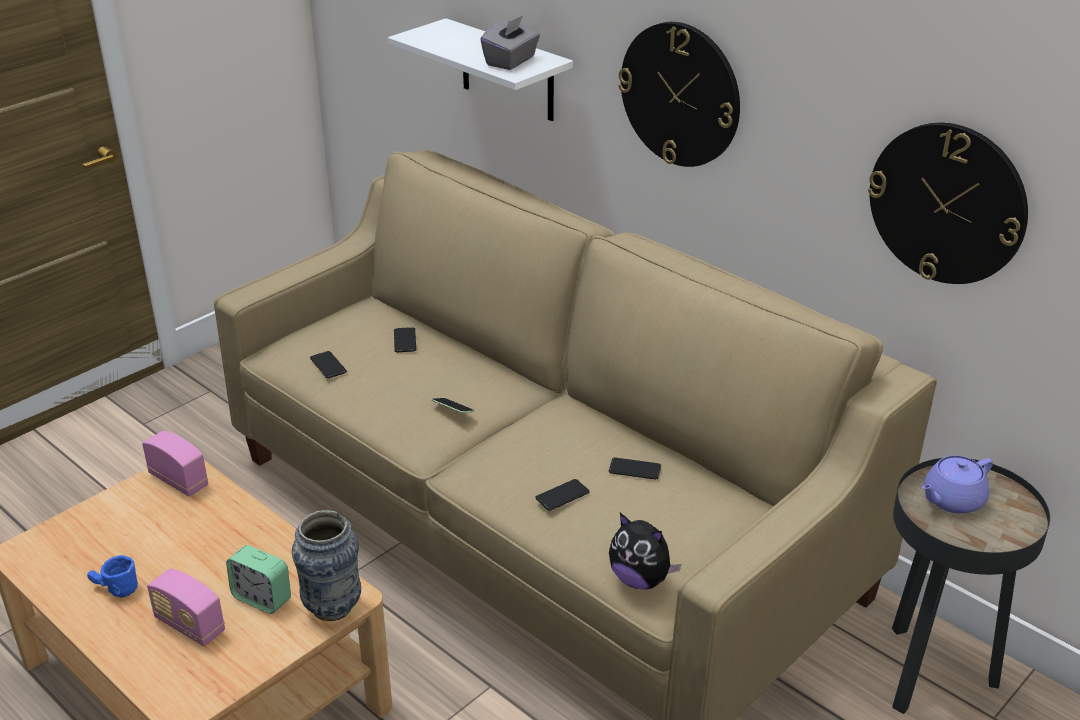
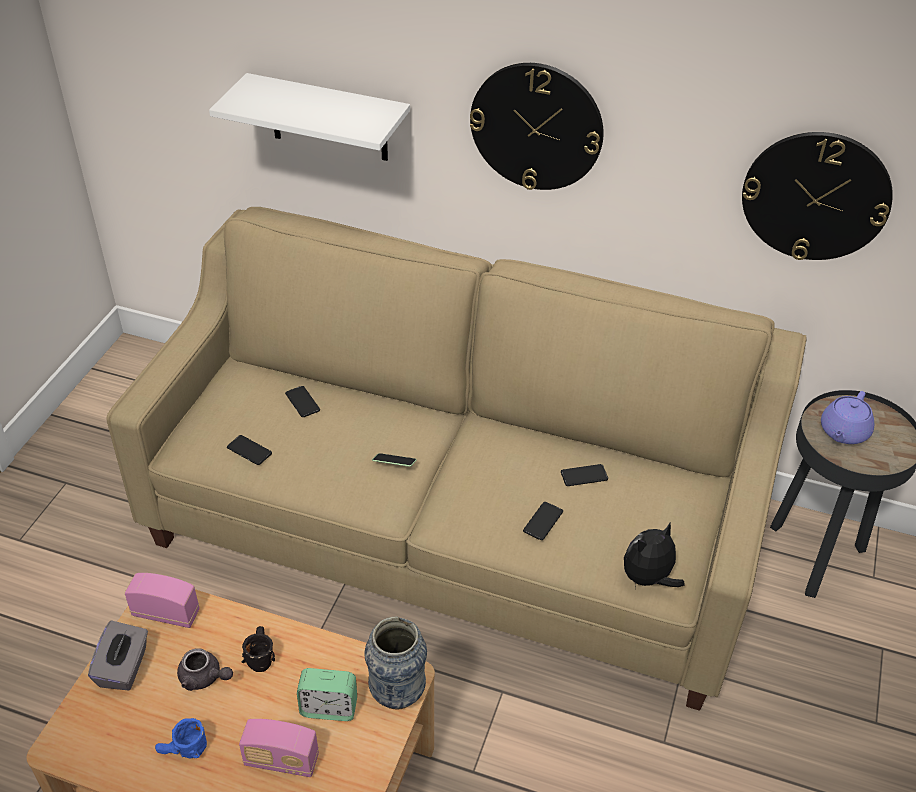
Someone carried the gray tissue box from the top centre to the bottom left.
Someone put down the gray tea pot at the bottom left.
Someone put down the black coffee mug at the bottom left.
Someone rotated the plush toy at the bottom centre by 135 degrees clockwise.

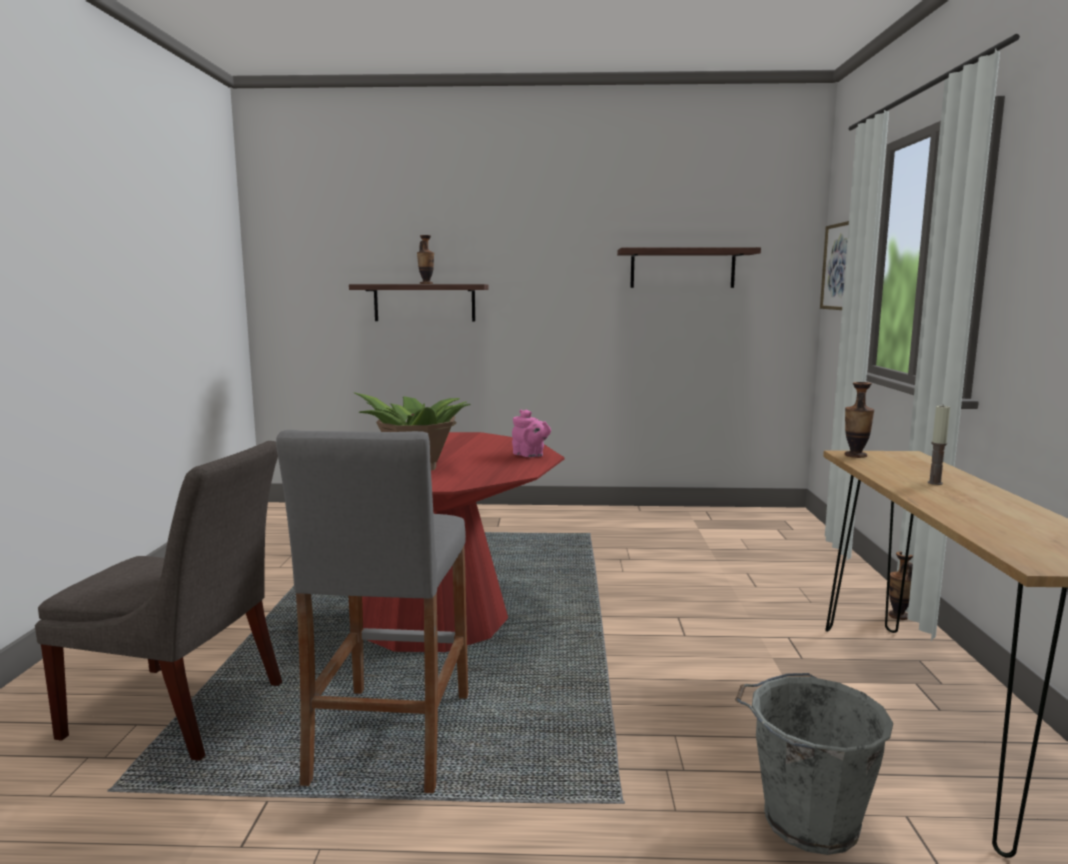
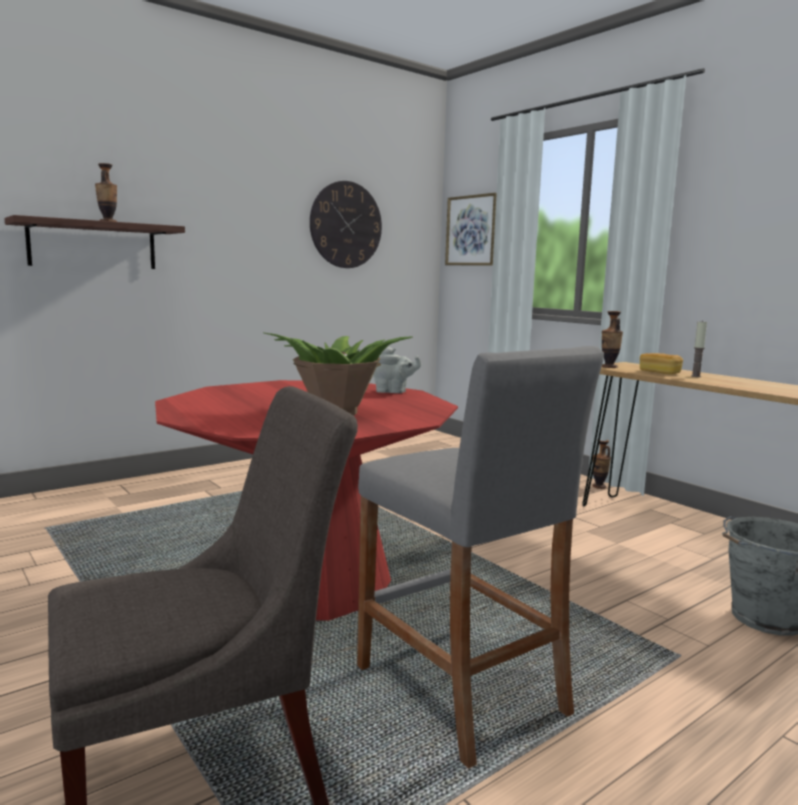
Someone swapped the wall shelf (no. 2 from left) at the top centre for the wall clock at the top centre.
Someone repainted the pink-coloured tea pot at the centre, which became the gray tea pot at the centre.
Someone put down the baked bread at the middle right.

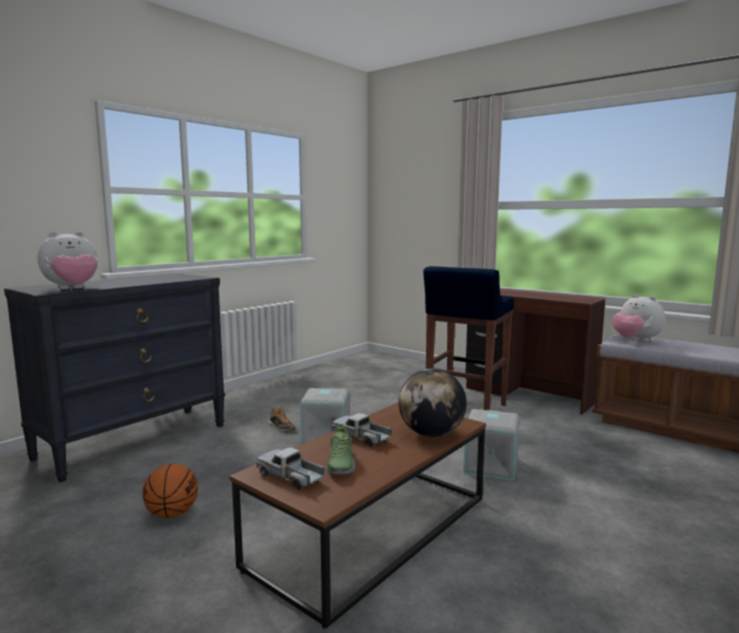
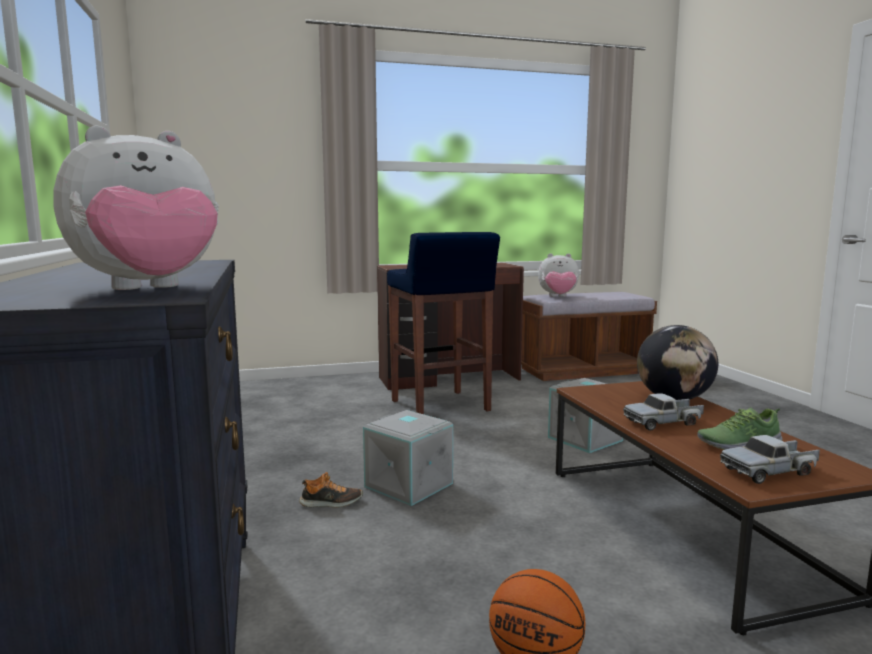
Someone rotated the plush toy (no. 1 from left) at the middle left by 60 degrees clockwise.
Someone rotated the item of footwear (no. 2 from left) at the bottom centre by 135 degrees clockwise.

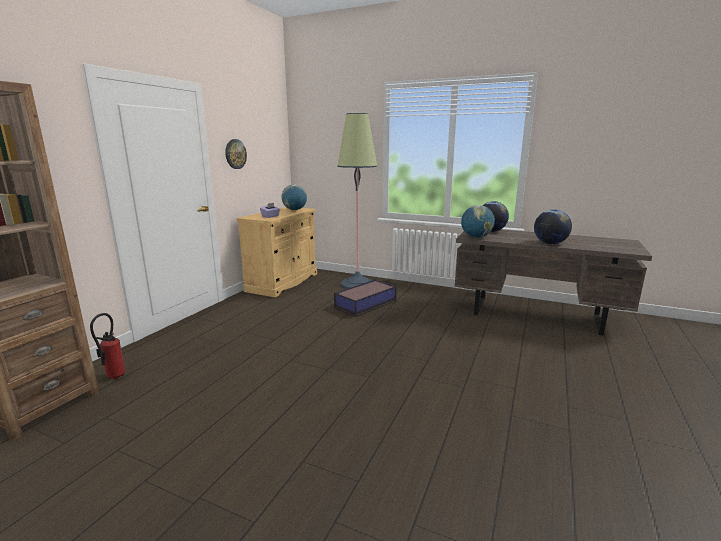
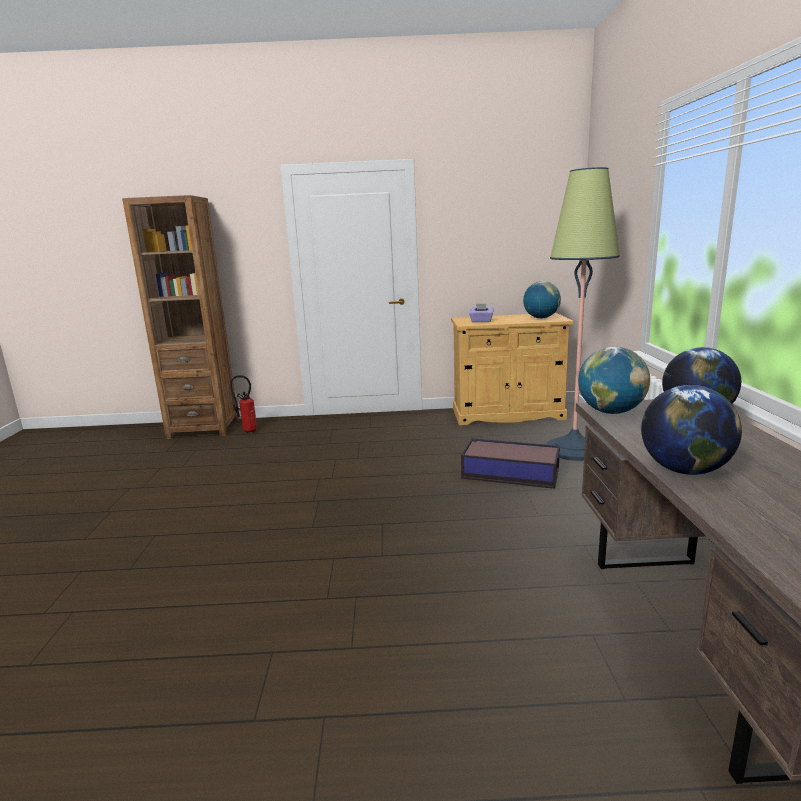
Someone took away the wall clock at the top left.

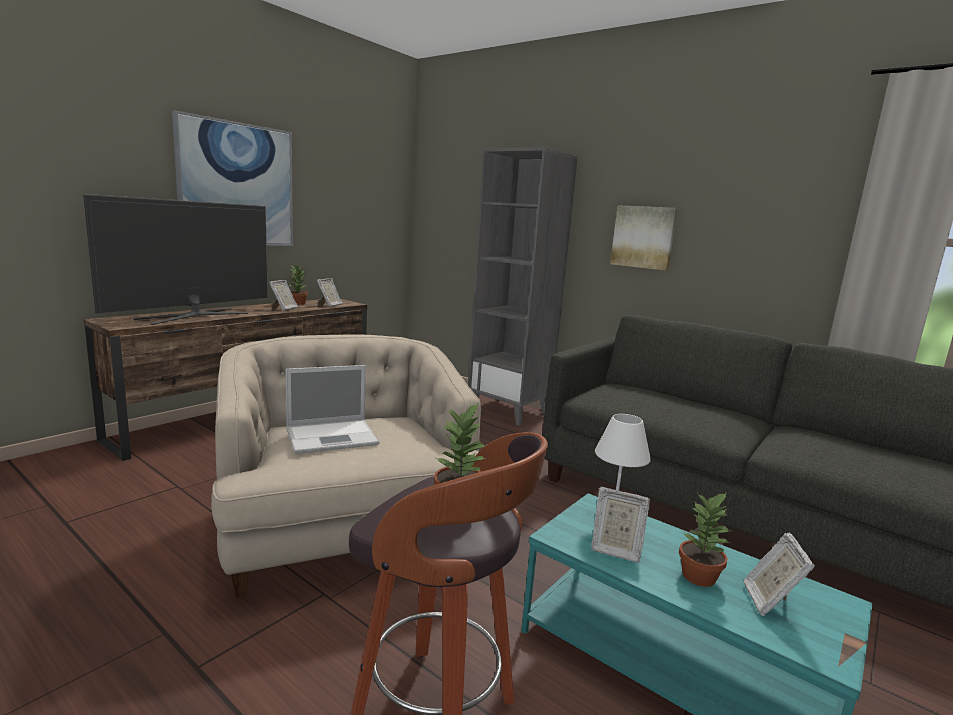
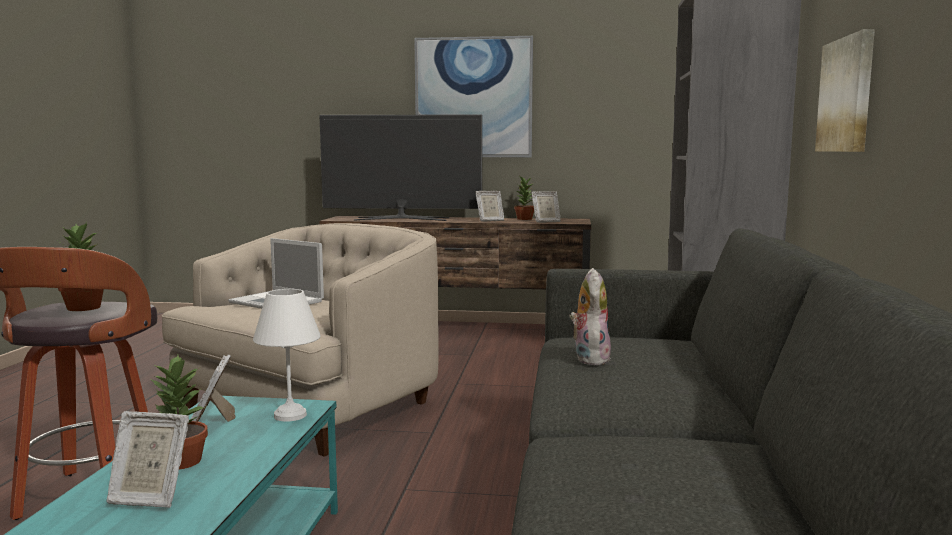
Someone rotated the standing frame (no. 4 from left in the first image) at the bottom right by 150 degrees counterclockwise.
Someone put down the plush toy at the centre.

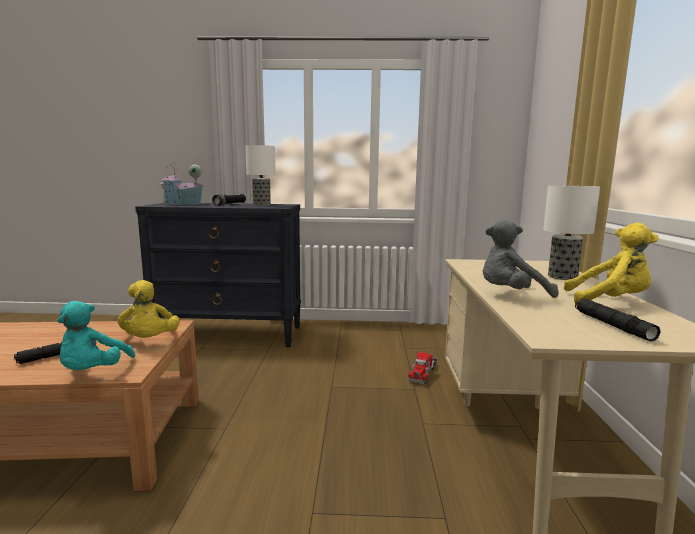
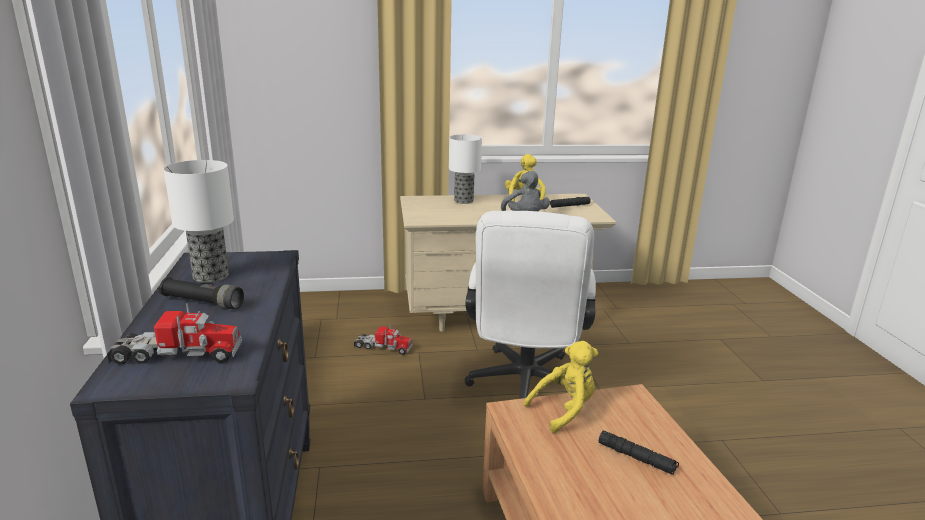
Someone swapped the miniature house at the middle left for the model truck (no. 1 from left) at the middle left.
Someone put down the whitish computer chair at the centre.
Someone took away the turquoise-coloured plush toy at the middle left.

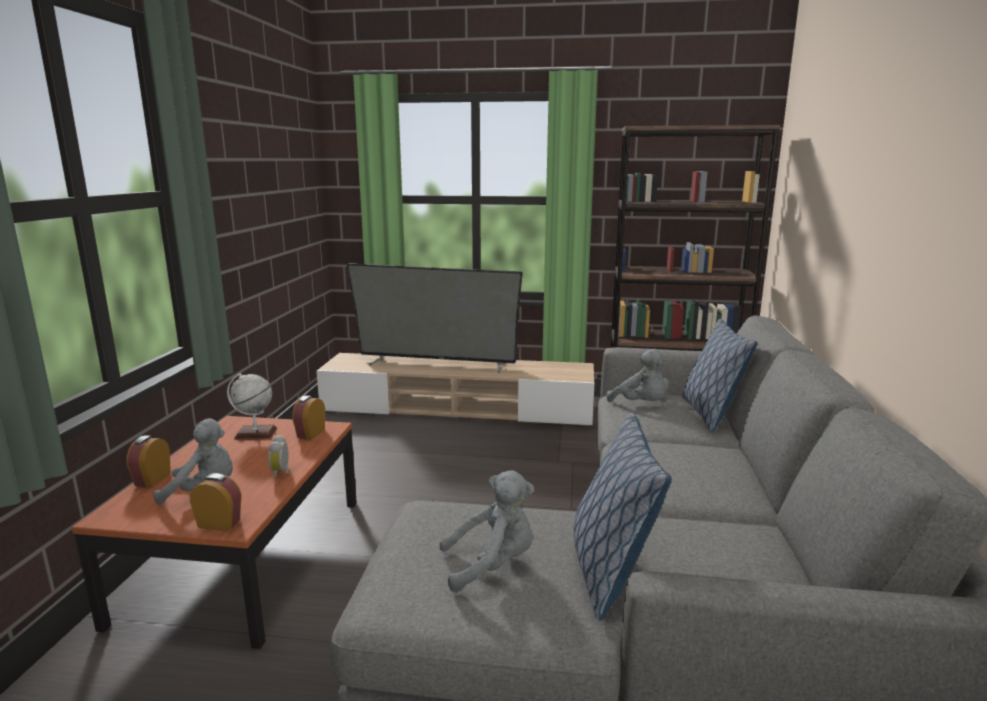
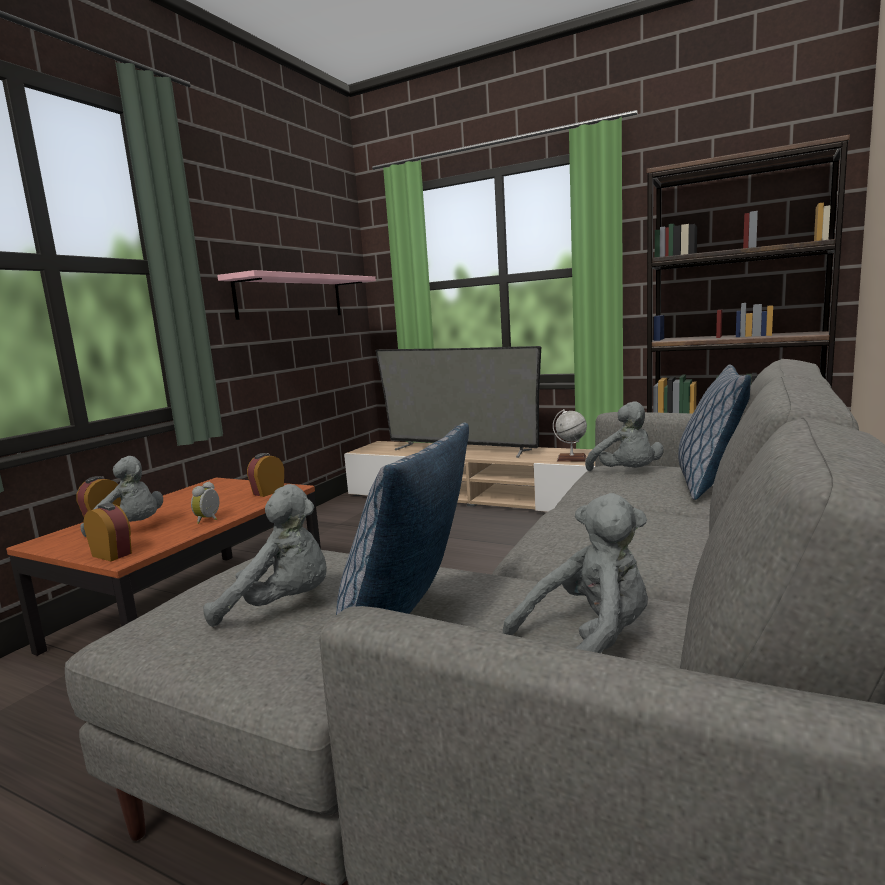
Someone put up the pink-coloured wall shelf at the centre.
Someone put down the gray plush toy (no. 3 from left) at the centre.
Someone carried the globe from the middle left to the centre.

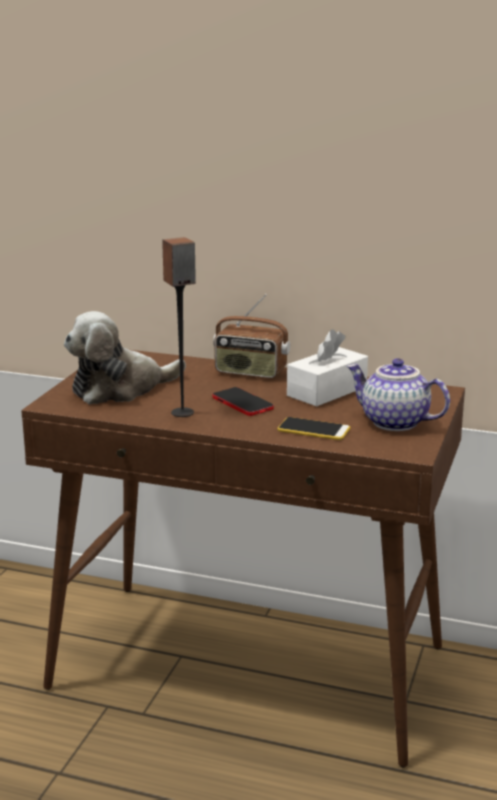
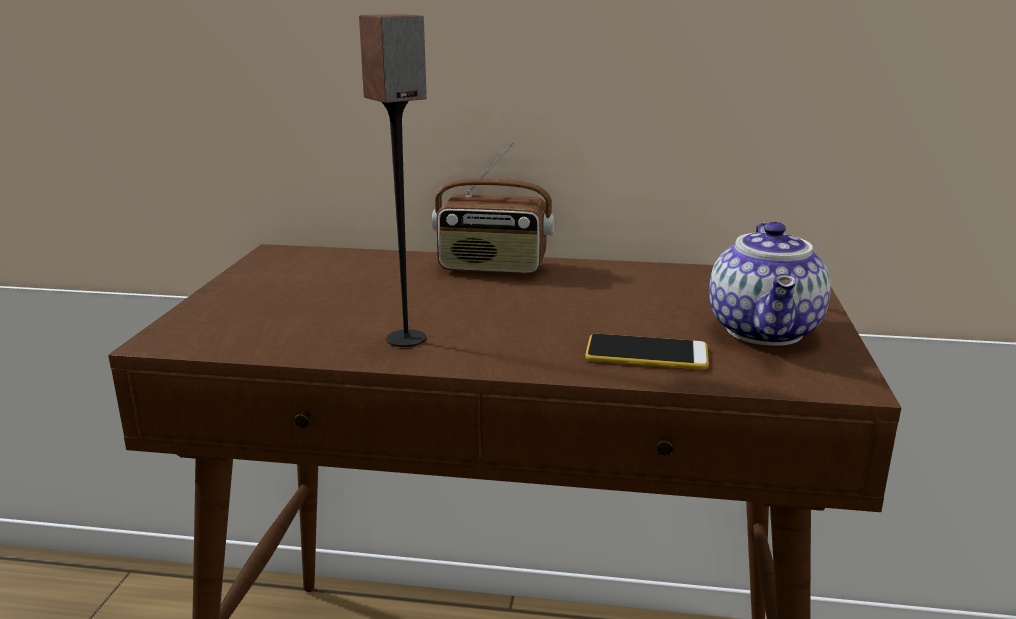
Someone rotated the tea pot at the middle right by 105 degrees counterclockwise.
Someone took away the plush toy at the middle left.
Someone took away the telephone (no. 1 from left) at the centre.
Someone took away the whitish tissue box at the centre.

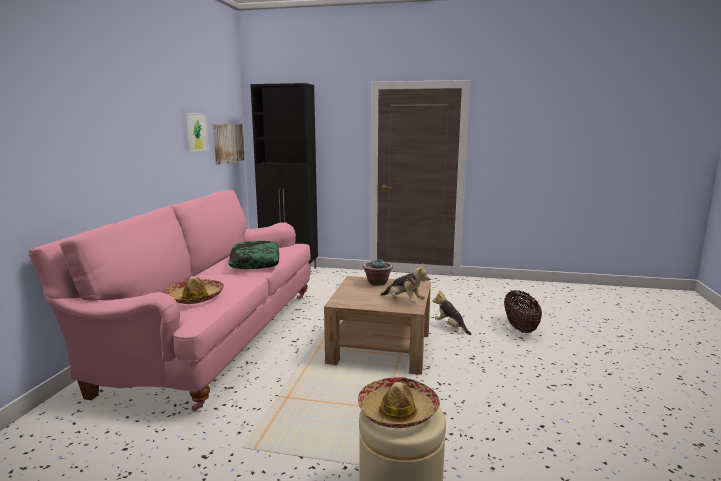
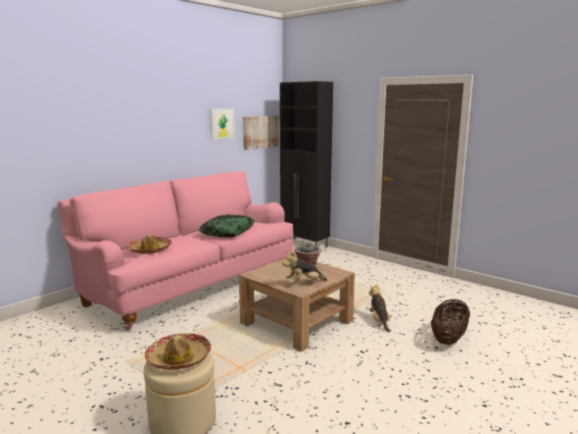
Someone rotated the plush toy (no. 1 from left) at the centre by 90 degrees clockwise.

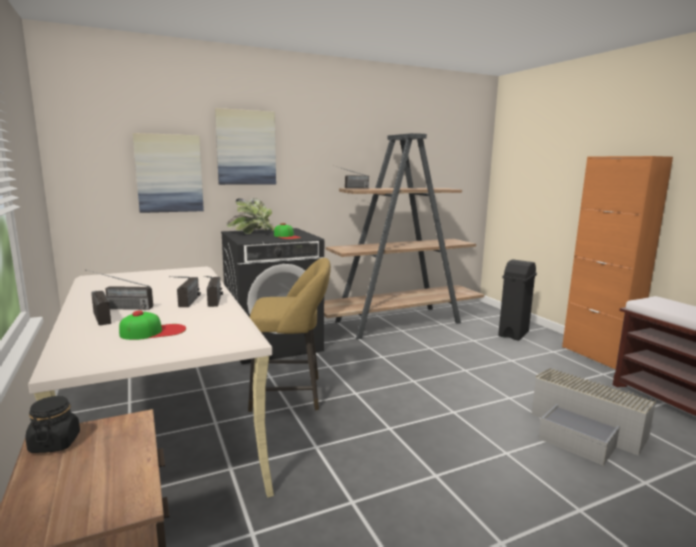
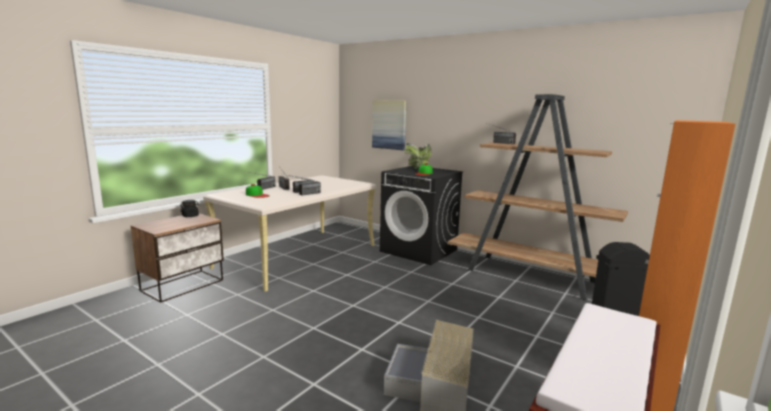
Someone took away the picture (no. 2 from left) at the top centre.
Someone took away the yellowish stool seat at the centre.

